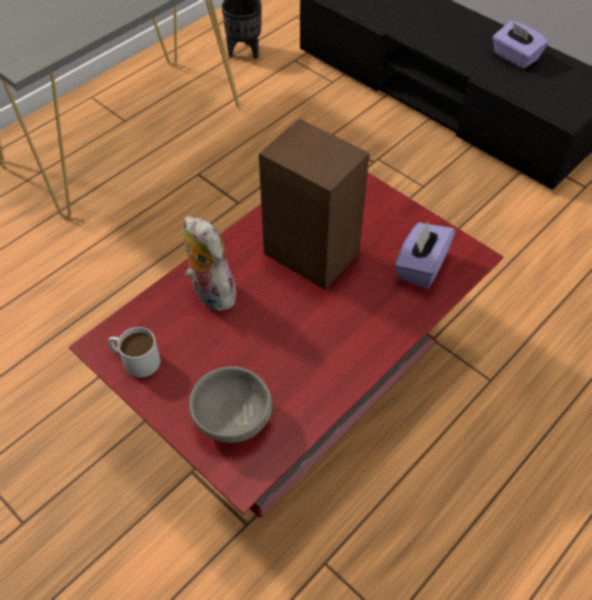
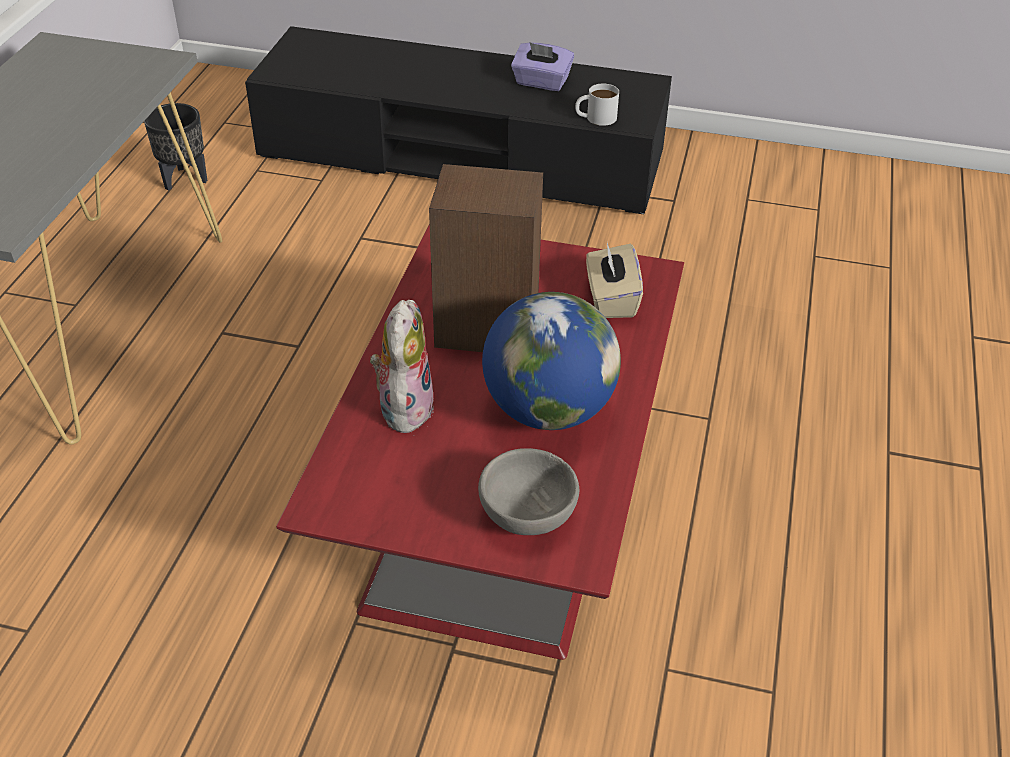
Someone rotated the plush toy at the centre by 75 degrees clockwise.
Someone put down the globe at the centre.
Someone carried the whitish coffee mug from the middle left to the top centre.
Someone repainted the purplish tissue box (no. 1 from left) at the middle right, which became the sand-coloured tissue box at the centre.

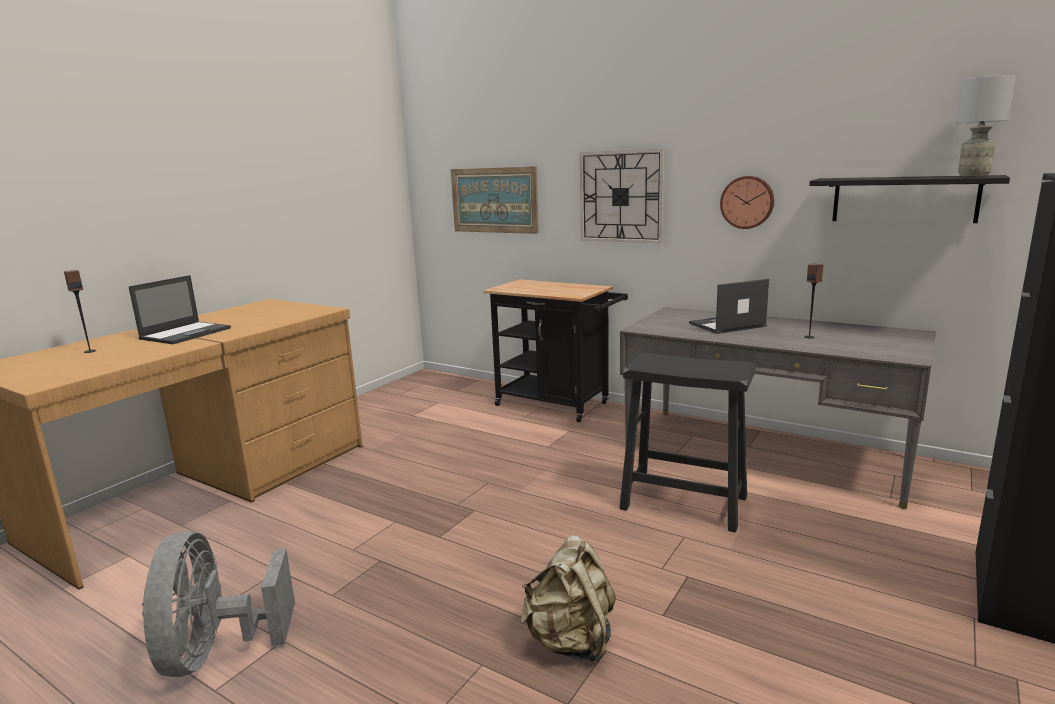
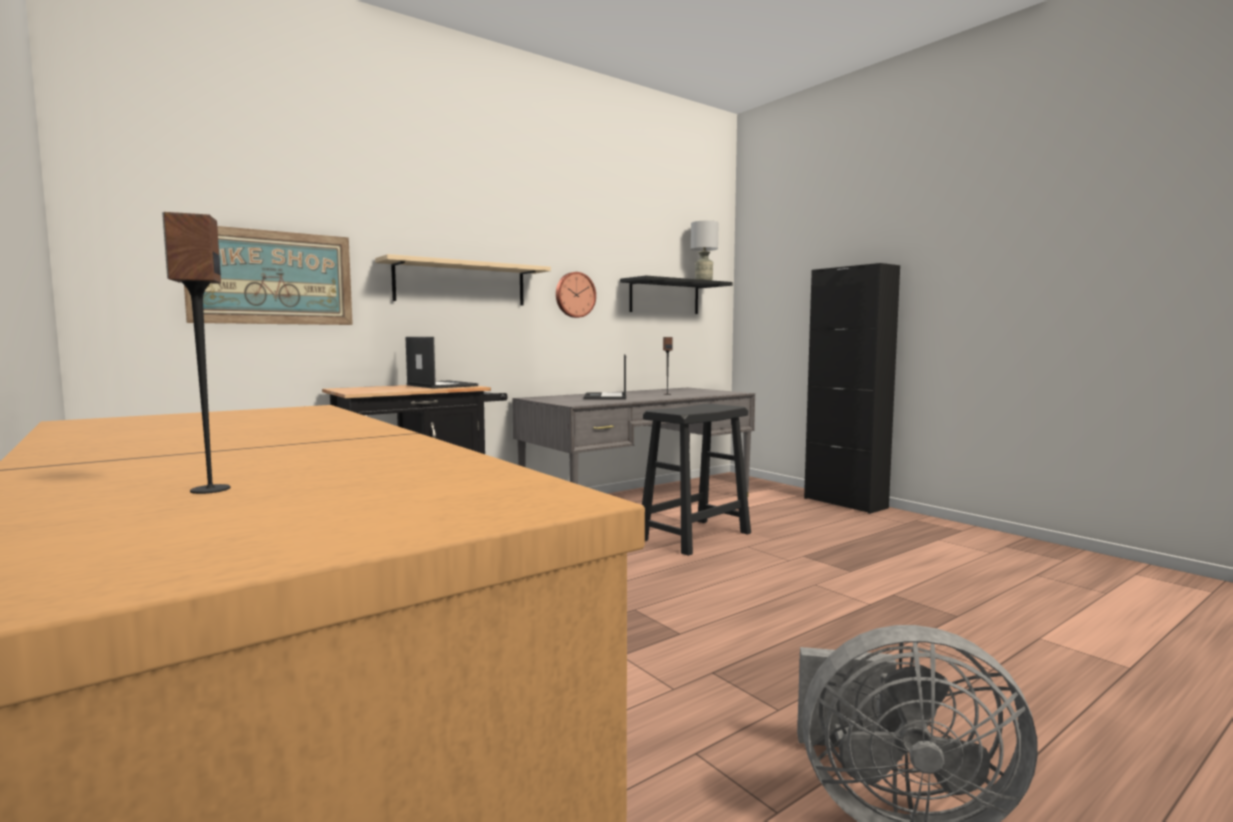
Someone swapped the wall clock (no. 1 from left) at the top centre for the sand-coloured wall shelf at the centre.
Someone carried the notebook computer (no. 1 from left) from the middle left to the centre.
Someone took away the sand-coloured knapsack at the bottom centre.

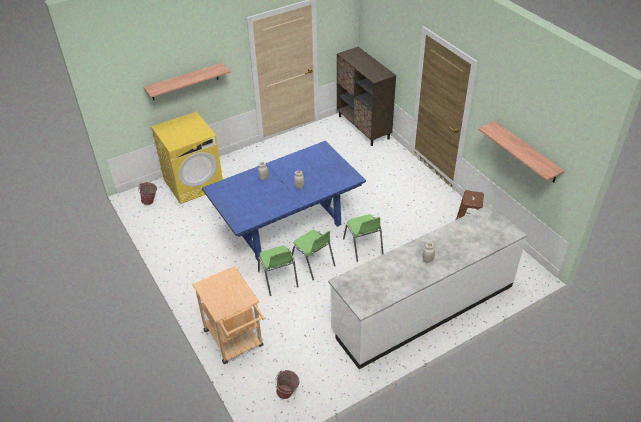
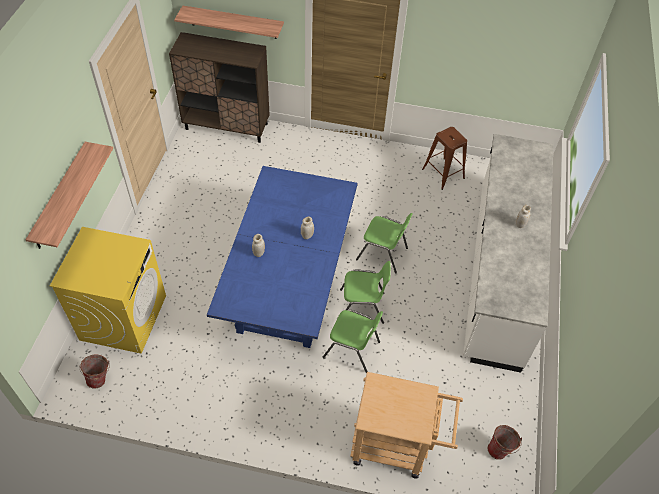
Someone carried the wall shelf (no. 2 from left) from the middle right to the top centre.

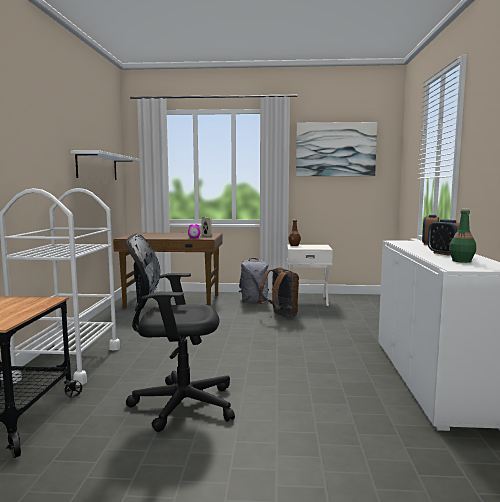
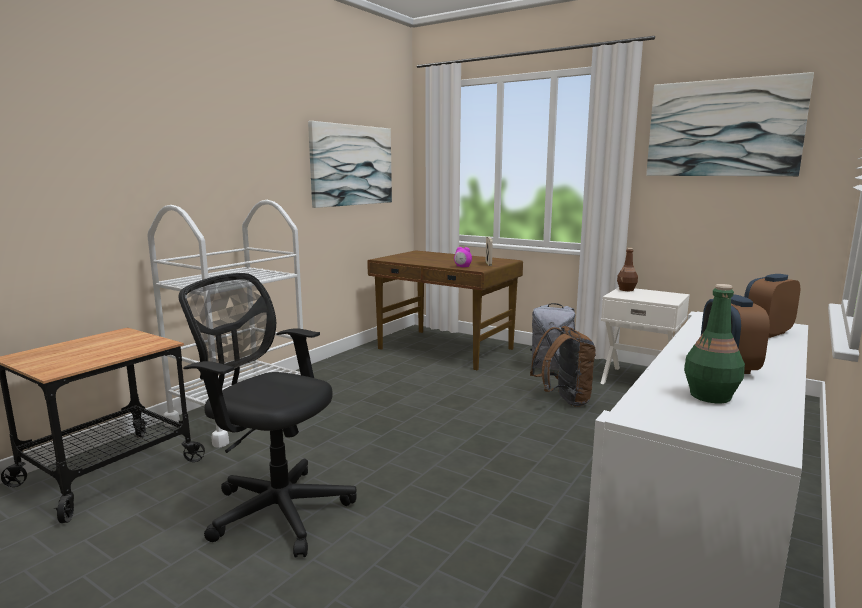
Someone swapped the whitish wall shelf at the top left for the picture (no. 1 from left) at the top centre.

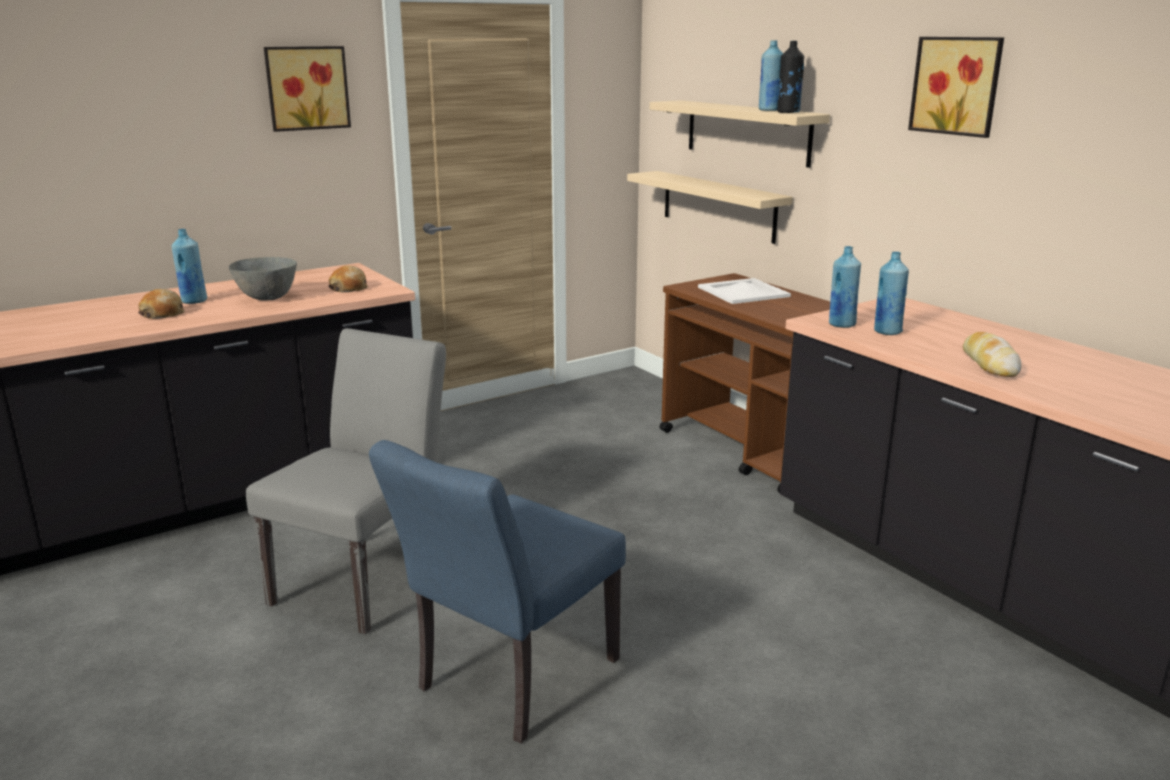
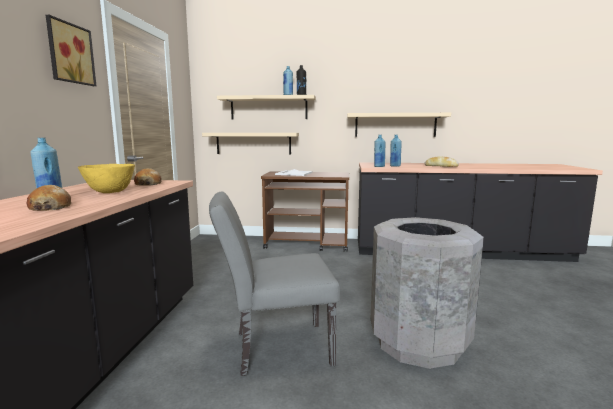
Someone repainted the gray deep dish at the middle left, which became the yellowish deep dish at the middle left.
Someone rotated the gray plain chair at the middle left by 75 degrees counterclockwise.
Someone put up the sand-coloured wall shelf (no. 3 from left) at the top centre.
Someone swapped the bluish plain chair at the bottom centre for the gray rubbish bin at the bottom right.
Someone took away the picture (no. 2 from left) at the top right.

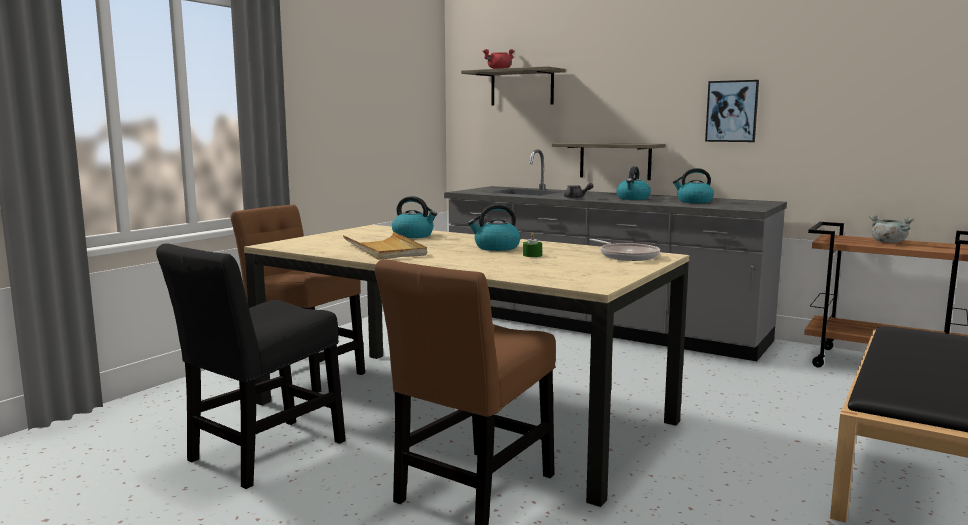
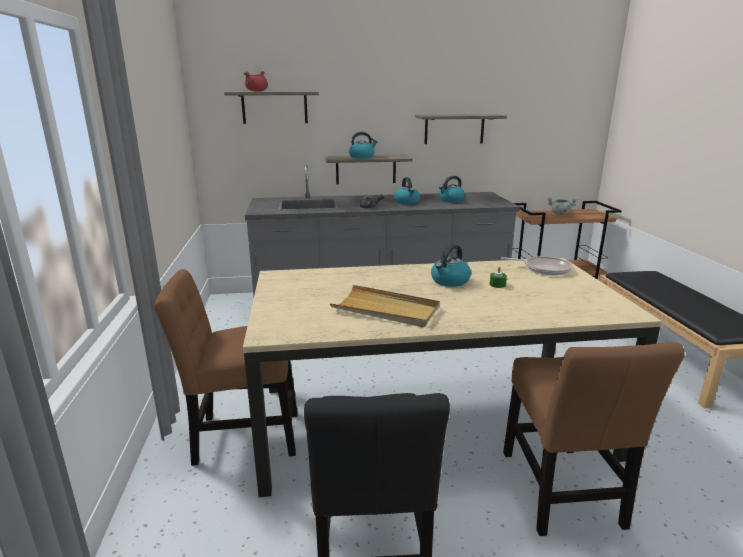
Someone carried the tea kettle (no. 1 from left) from the centre to the top centre.
Someone swapped the picture at the top right for the wall shelf (no. 3 from left) at the top centre.

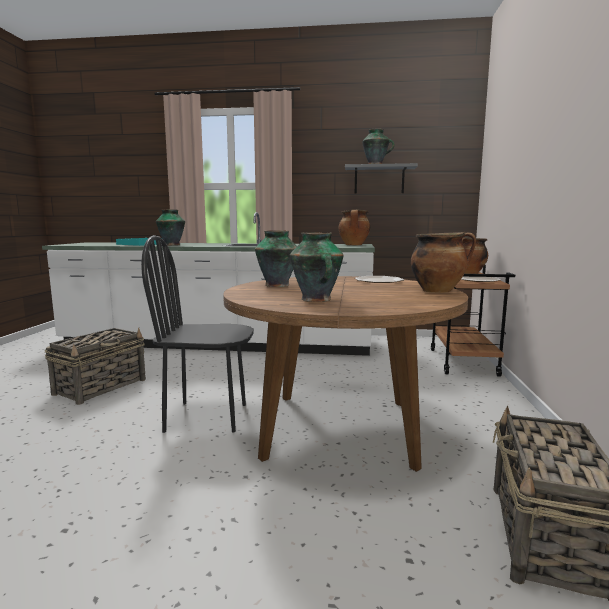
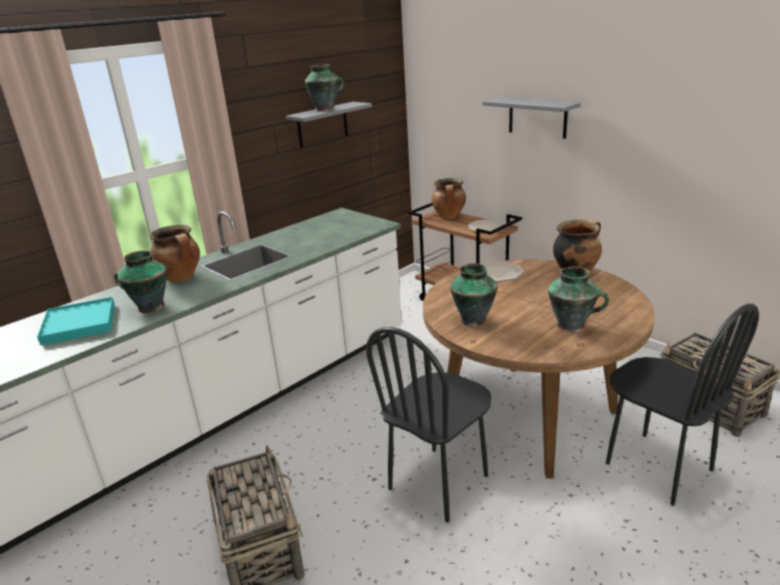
Someone carried the stockpot (no. 1 from left) from the centre to the middle left.
Someone put up the gray wall shelf (no. 2 from left) at the top right.
Someone put down the black plain chair (no. 2 from left) at the bottom right.

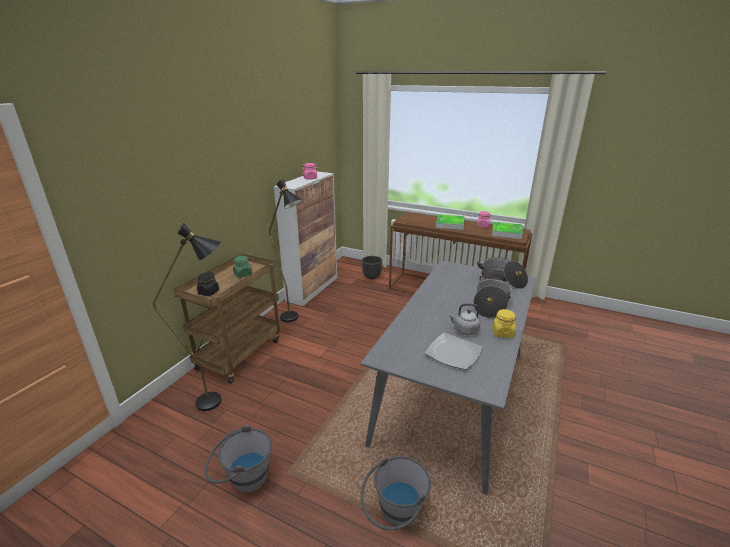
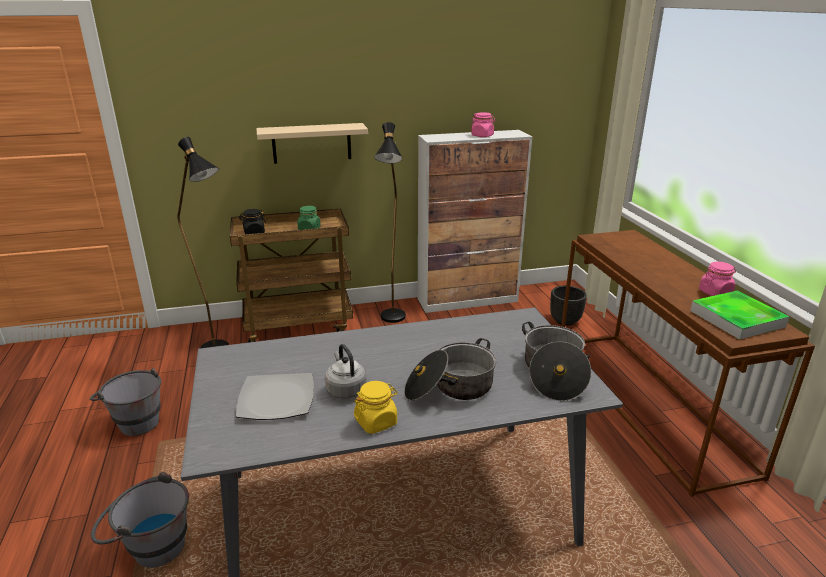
Someone put up the sand-coloured wall shelf at the top centre.
Someone took away the tray (no. 1 from left) at the centre.

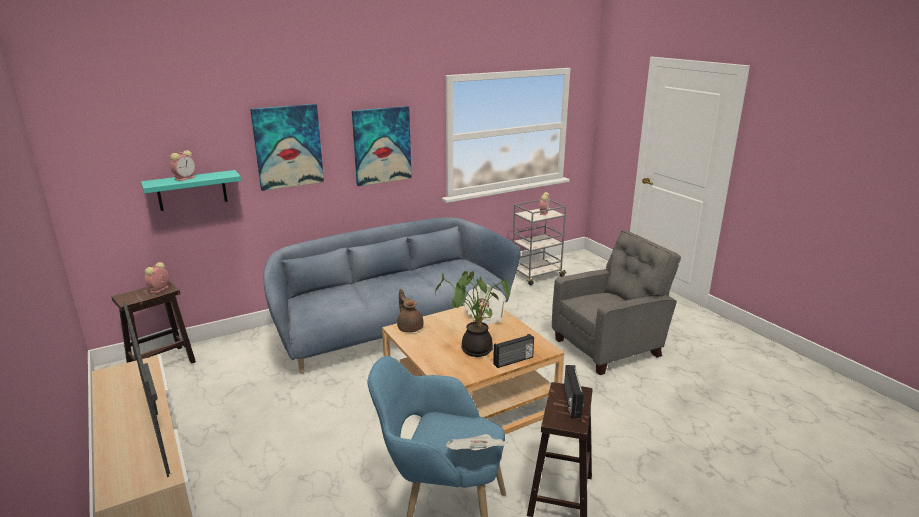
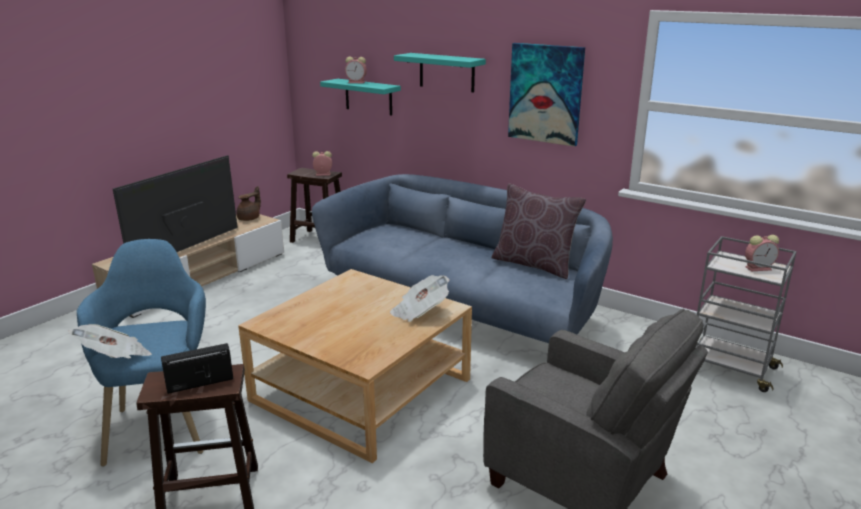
Someone carried the brown tea pot from the centre to the middle left.
Someone swapped the picture (no. 1 from left) at the top left for the turquoise-coloured wall shelf (no. 2 from left) at the top centre.
Someone put down the brown throw pillow at the centre.
Someone took away the potted plant at the centre.
Someone took away the radio receiver (no. 1 from left) at the bottom centre.

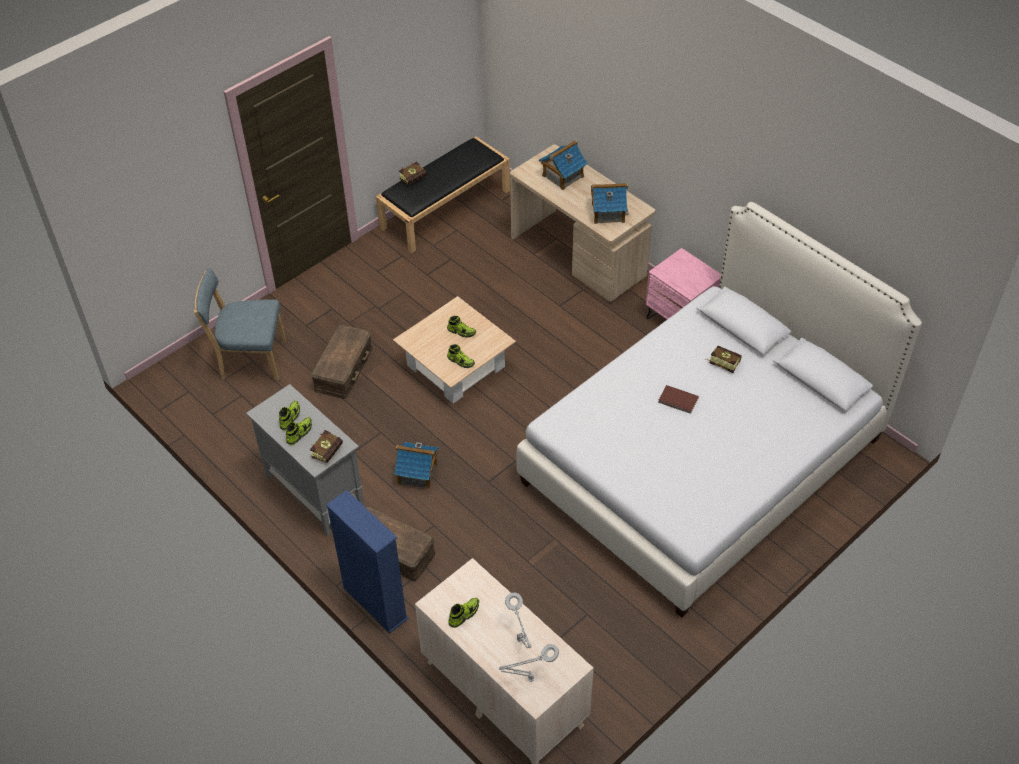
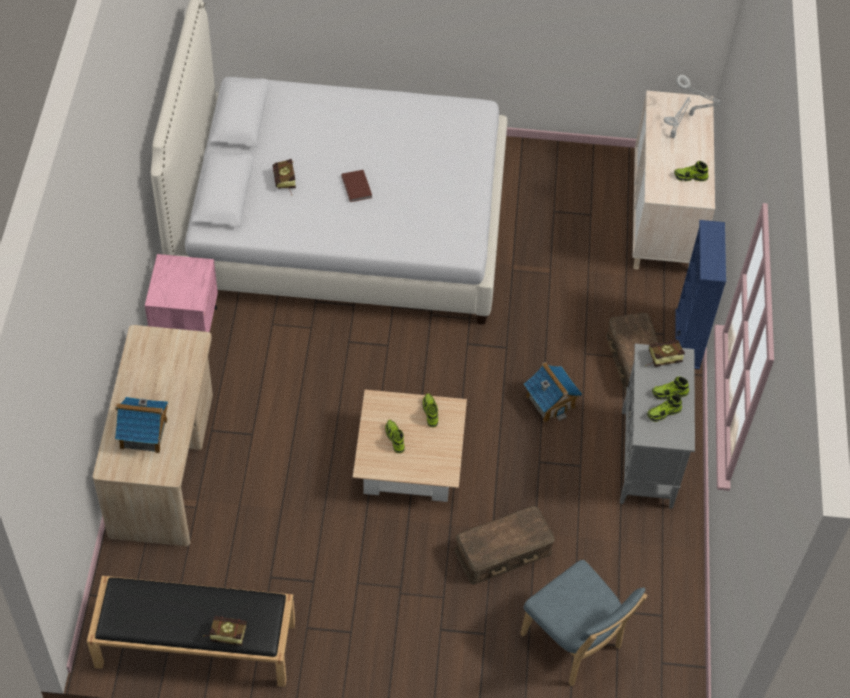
Someone took away the miniature house (no. 3 from left) at the top centre.

